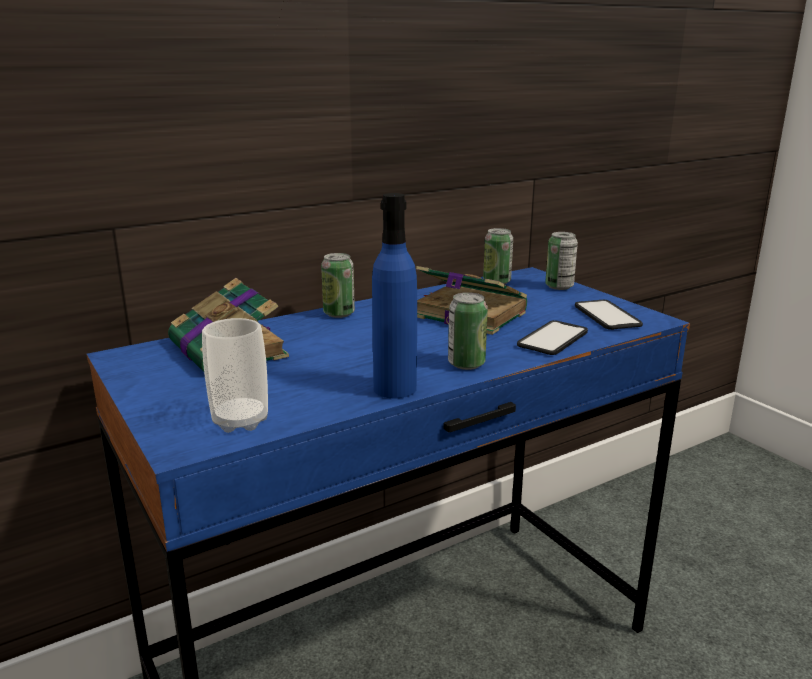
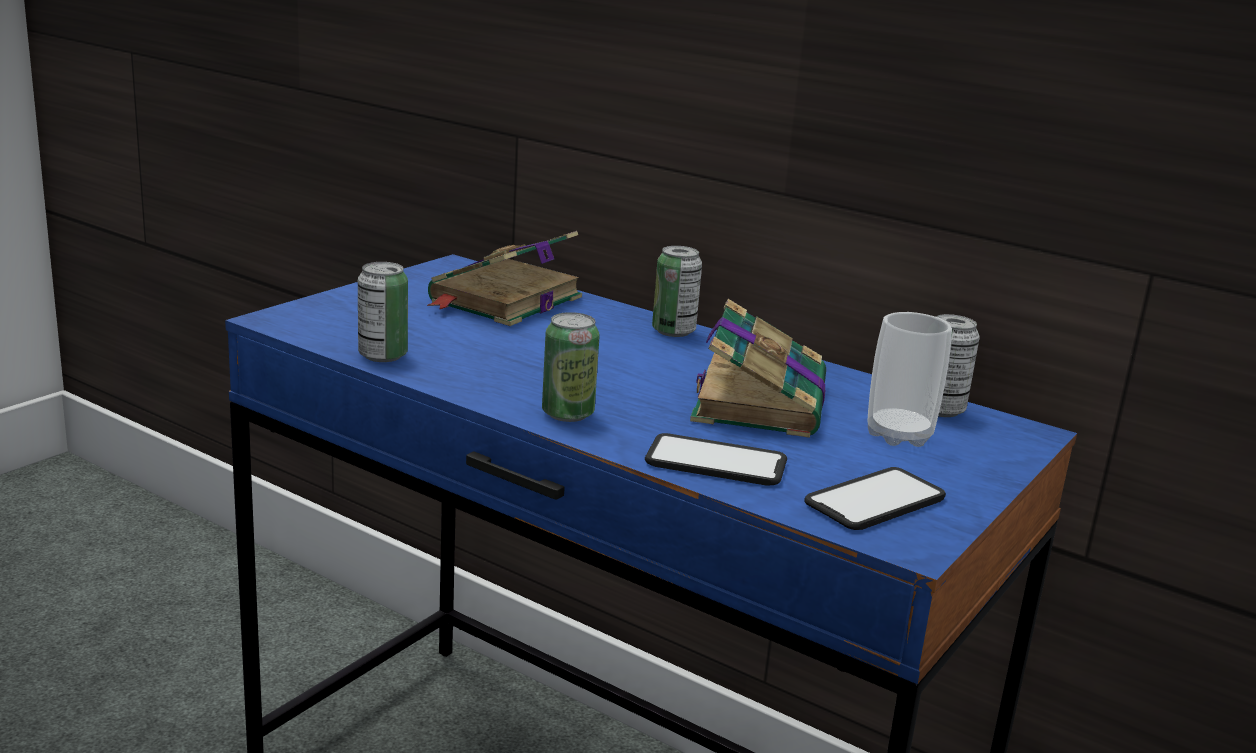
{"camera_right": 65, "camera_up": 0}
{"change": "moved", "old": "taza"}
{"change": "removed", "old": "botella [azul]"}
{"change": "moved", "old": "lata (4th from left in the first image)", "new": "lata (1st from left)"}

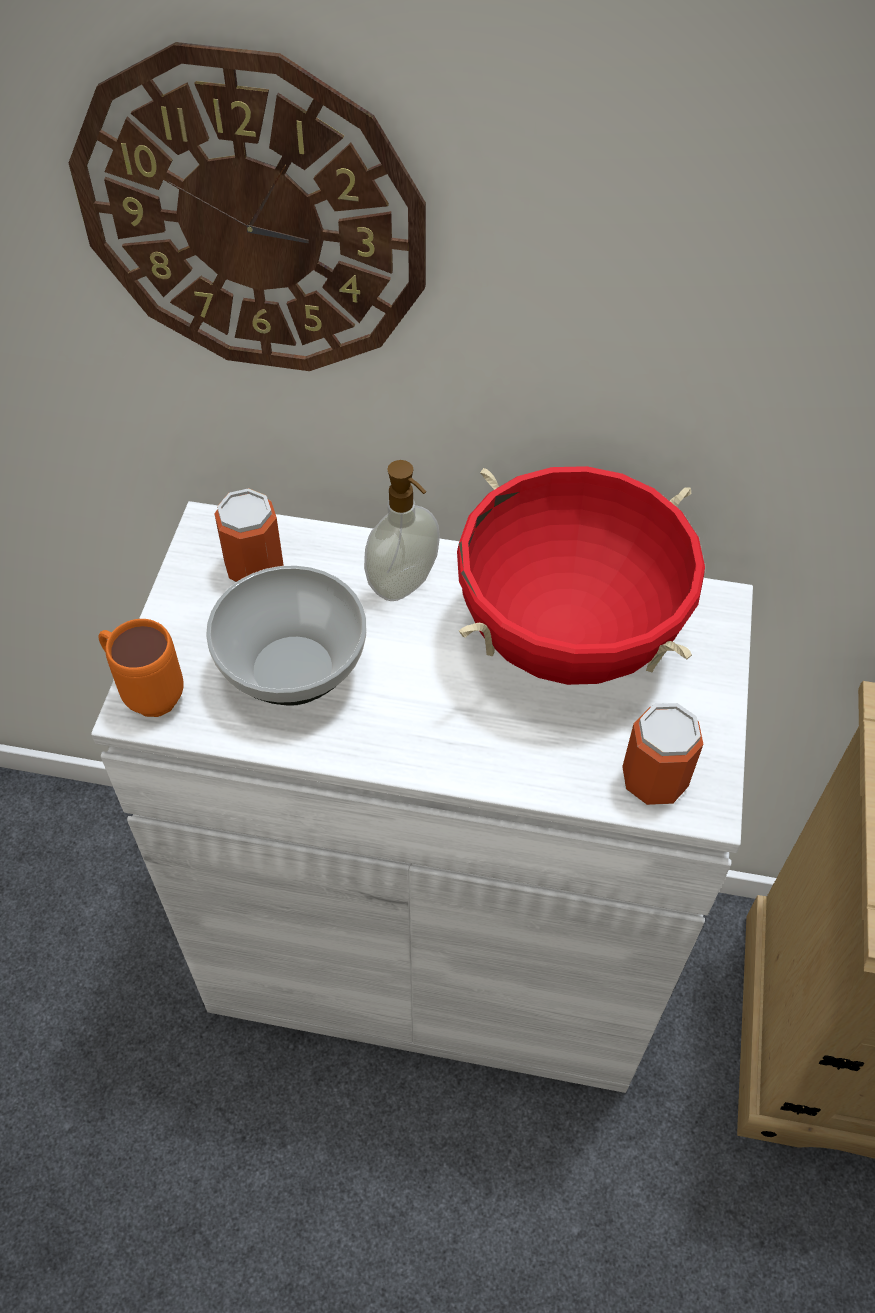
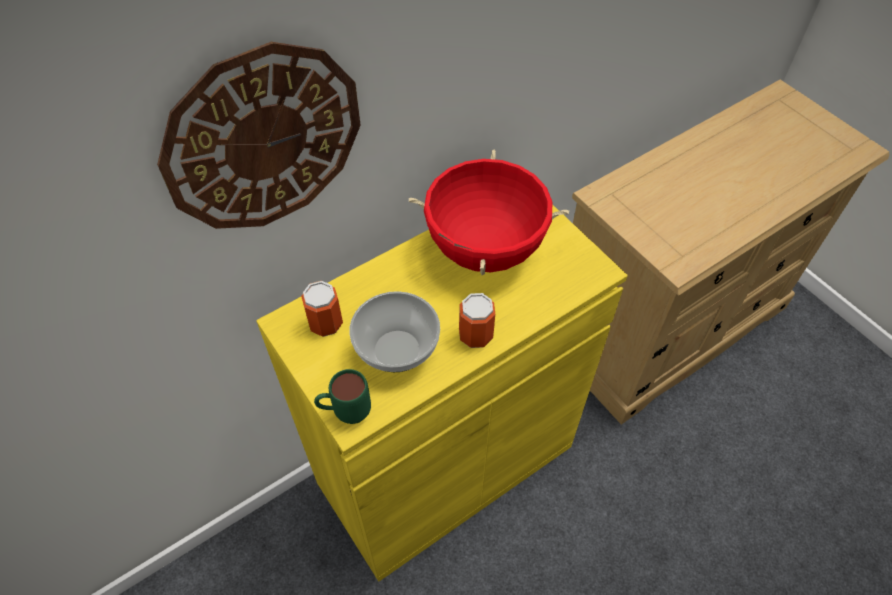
{"camera_right": -45, "camera_up": 0}
{"change": "recoloured", "old": "armario [blanco]", "new": "armario [amarillo]"}
{"change": "recoloured", "old": "taza grande [naranja]", "new": "taza grande [verde]"}
{"change": "removed", "old": "dispensador de jabón"}
{"change": "moved", "old": "lata (2nd from left)"}

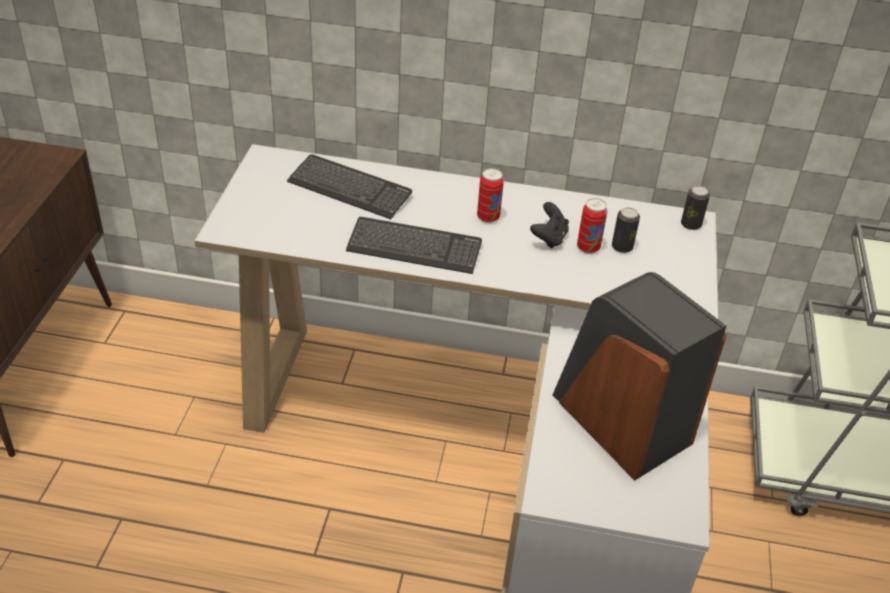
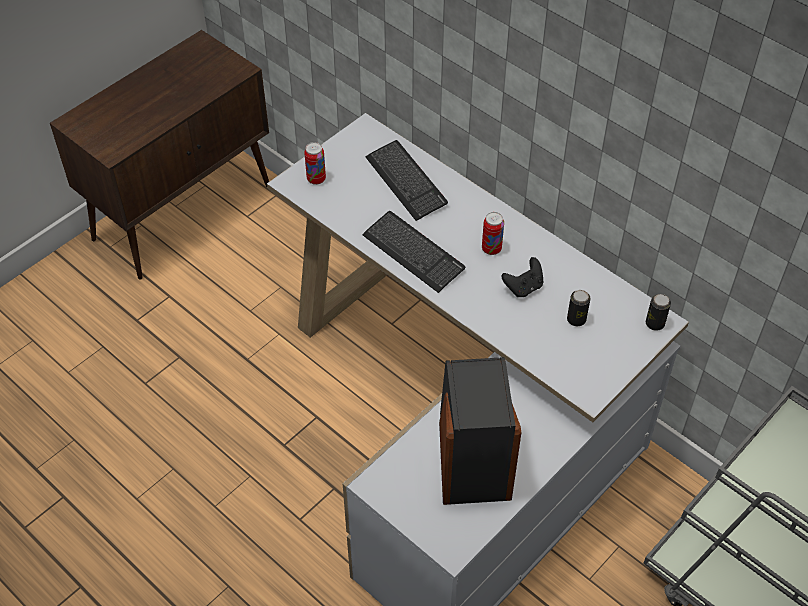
{"camera_right": 35, "camera_up": 10}
{"change": "moved", "old": "lata (2nd from left in the first image)", "new": "lata (1st from left)"}

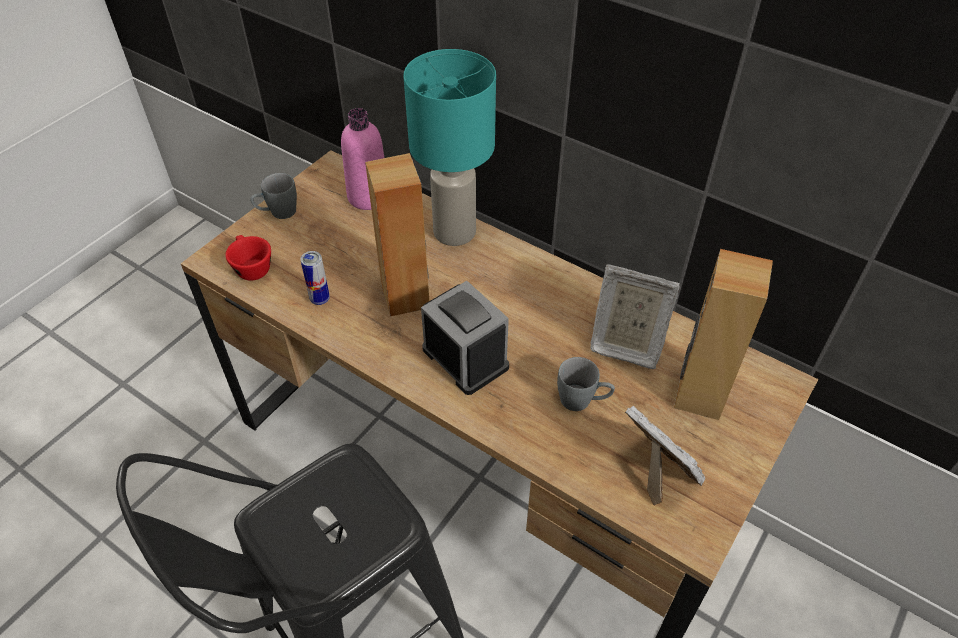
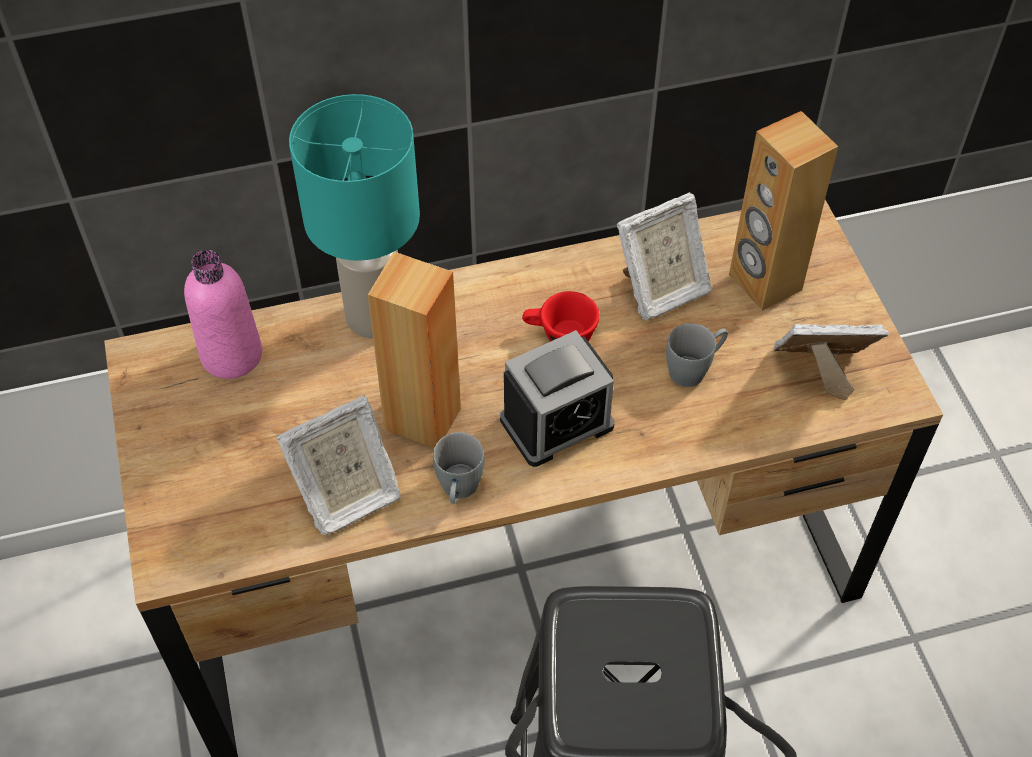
{"camera_right": -50, "camera_up": 5}
{"change": "moved", "old": "taza [rojo]"}
{"change": "moved", "old": "taza grande [gris] (1st from left)"}
{"change": "replaced", "old": "lata", "new": "portarretratos (1st from left)"}
{"change": "turned", "old": "despertador", "degrees": 150}

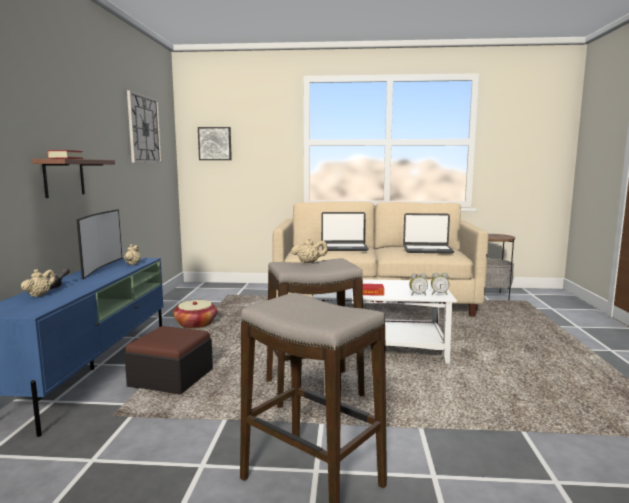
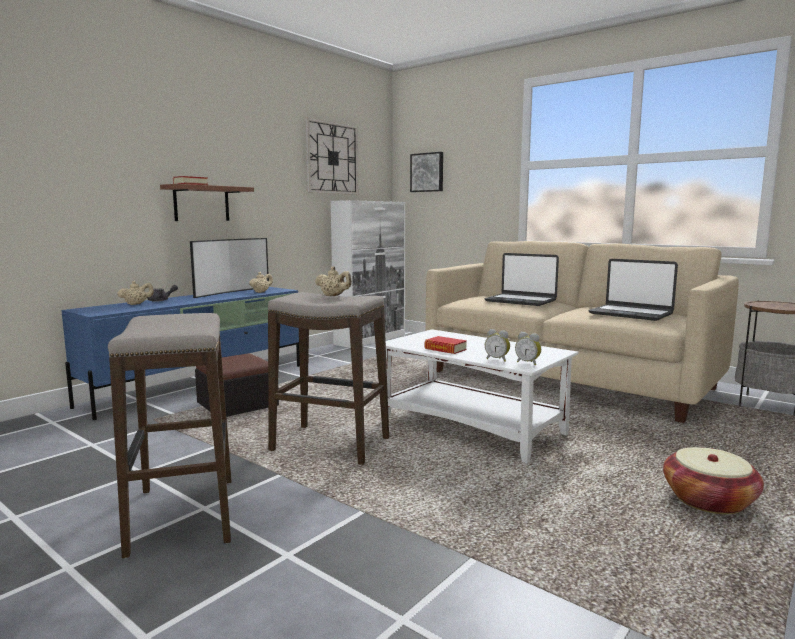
{"camera_right": 35, "camera_up": 0}
{"change": "moved", "old": "cesta"}
{"change": "added", "new": "armario [blanco]"}

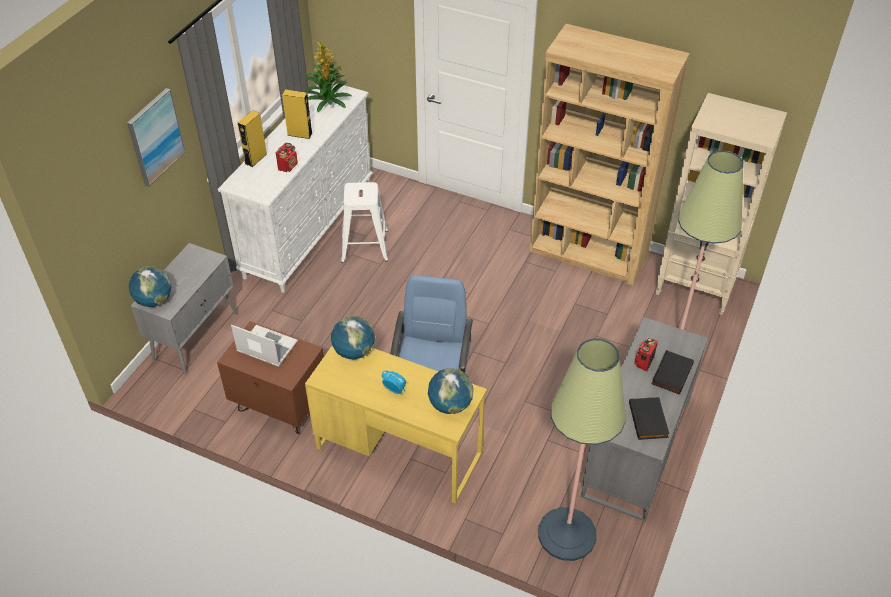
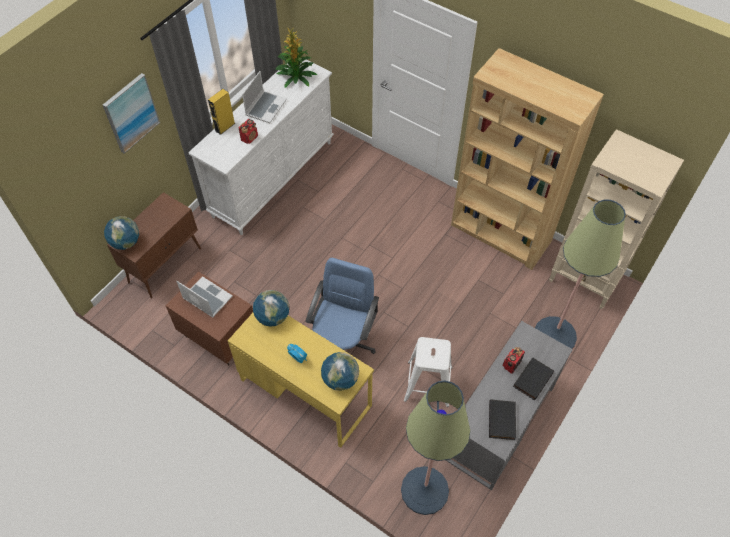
{"camera_right": 10, "camera_up": 10}
{"change": "recoloured", "old": "armario [gris]", "new": "armario [marrón]"}
{"change": "replaced", "old": "altavoz [amarillo] (2nd from left)", "new": "portátil (2nd from left)"}
{"change": "moved", "old": "taburete [blanco]"}

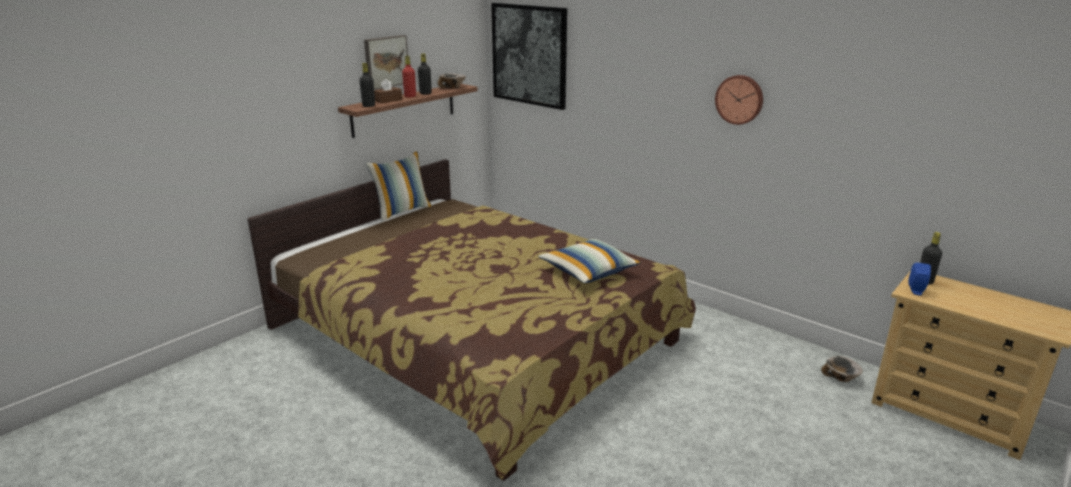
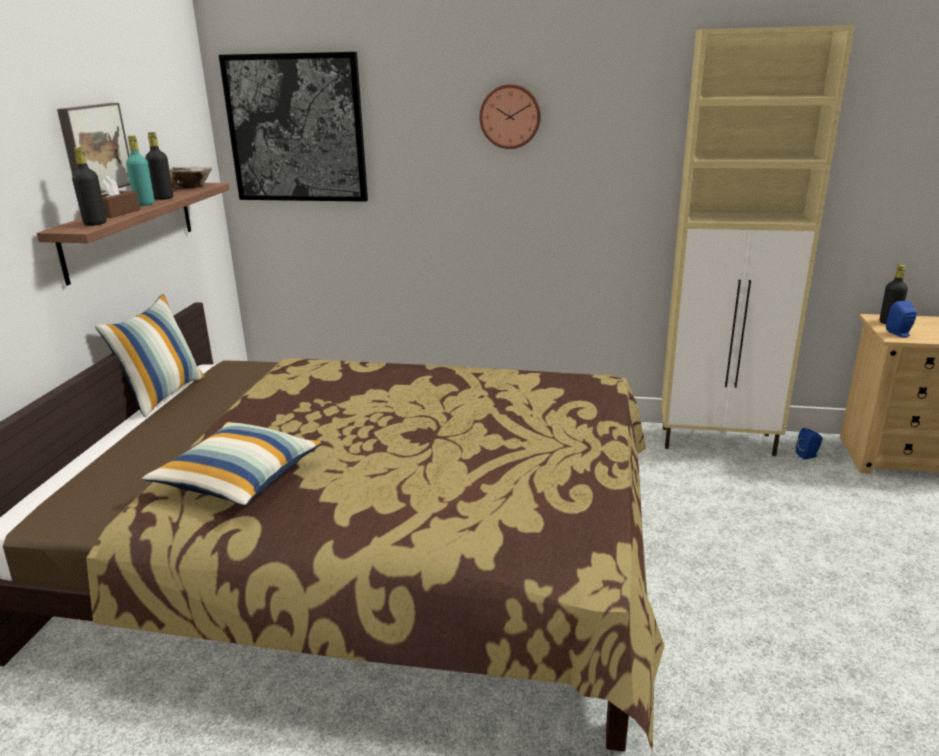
{"camera_right": -30, "camera_up": 0}
{"change": "recoloured", "old": "botella [rojo]", "new": "botella [turquesa]"}
{"change": "moved", "old": "cojín (2nd from left)"}
{"change": "moved", "old": "reloj de pared"}
{"change": "replaced", "old": "cuenco (2nd from left)", "new": "altavoz [azul] (1st from left)"}
{"change": "added", "new": "armario [beis]"}

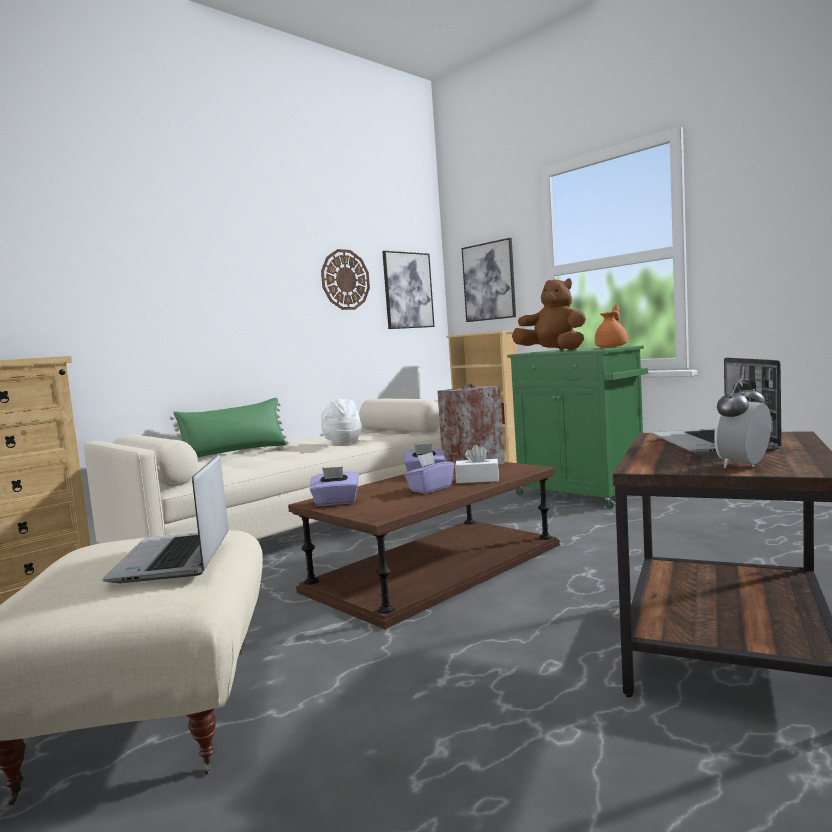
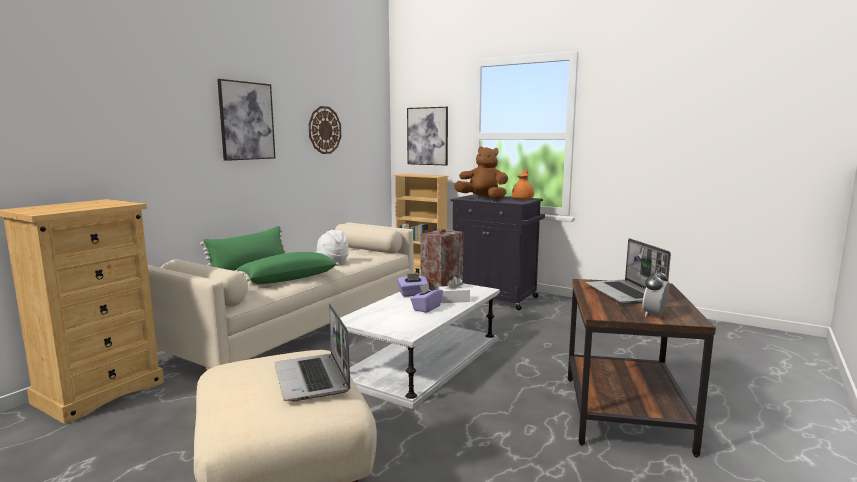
{"camera_right": -15, "camera_up": 5}
{"change": "recoloured", "old": "mesa de centro [marrón]", "new": "mesa de centro [blanco]"}
{"change": "removed", "old": "caja de pañuelos [morado] (1st from left)"}
{"change": "moved", "old": "cuadro (1st from left)"}
{"change": "recoloured", "old": "armario [verde]", "new": "armario [negro]"}
{"change": "added", "new": "cojín [verde] (2nd from left)"}

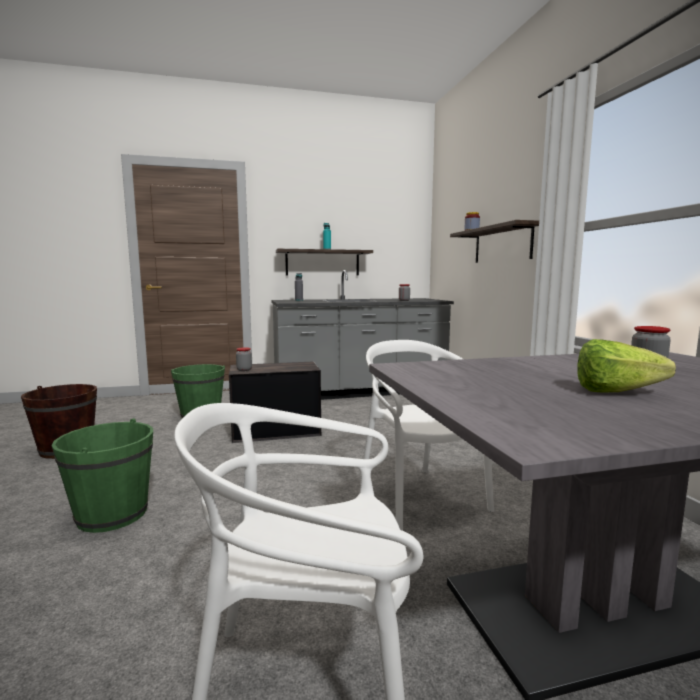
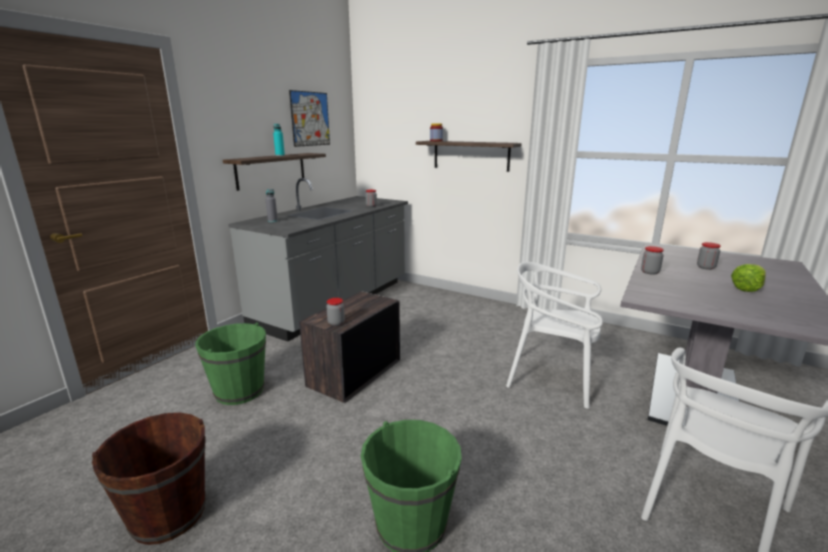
{"camera_right": -45, "camera_up": 10}
{"change": "added", "new": "cuadro"}
{"change": "added", "new": "tarro (4th from left)"}

